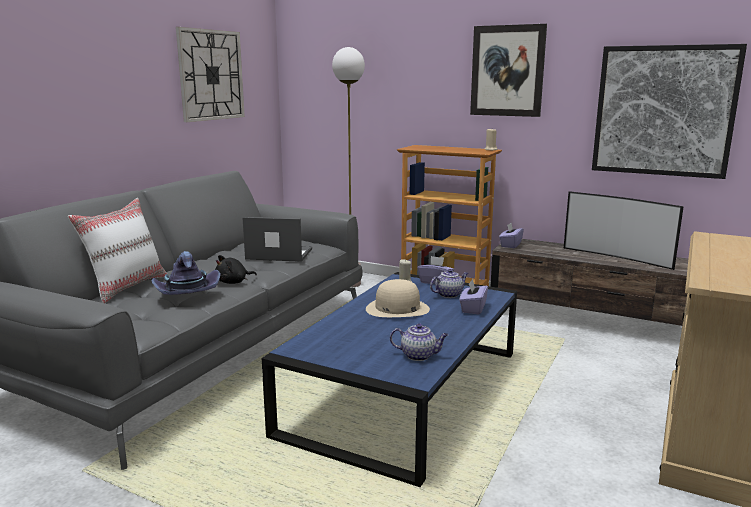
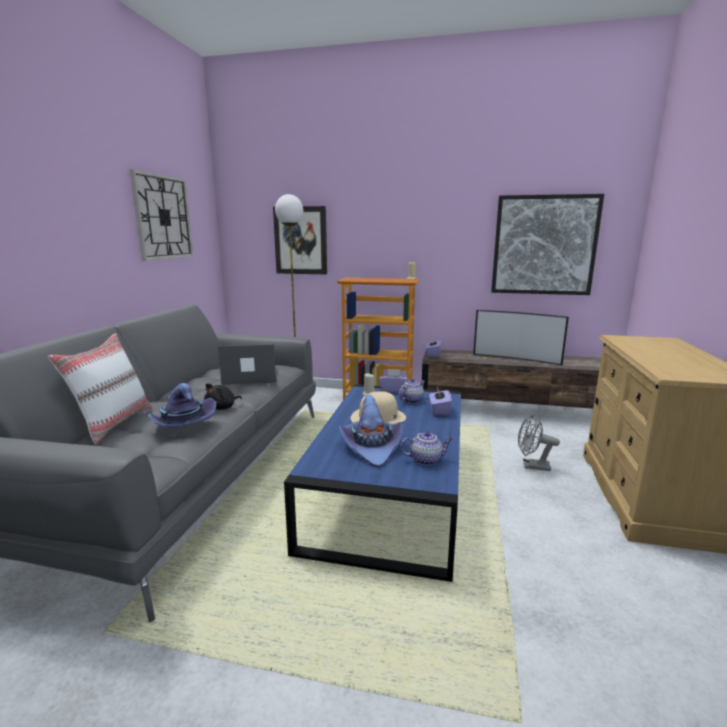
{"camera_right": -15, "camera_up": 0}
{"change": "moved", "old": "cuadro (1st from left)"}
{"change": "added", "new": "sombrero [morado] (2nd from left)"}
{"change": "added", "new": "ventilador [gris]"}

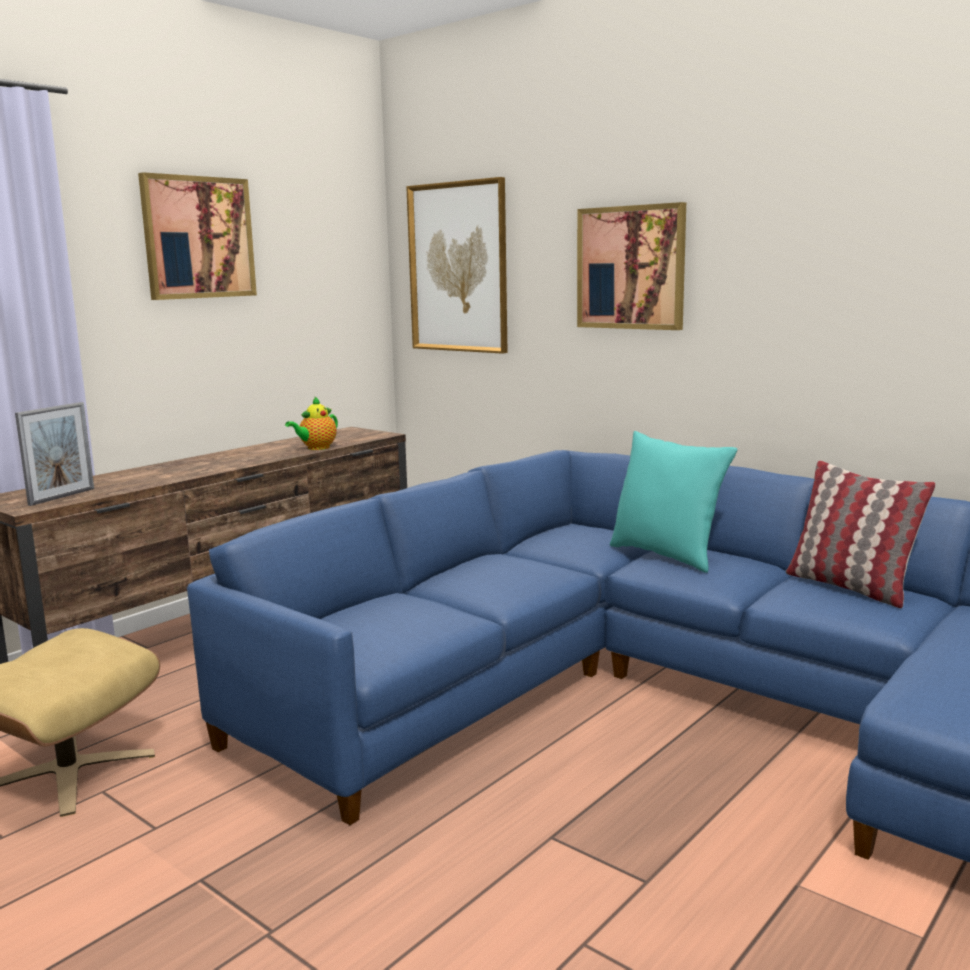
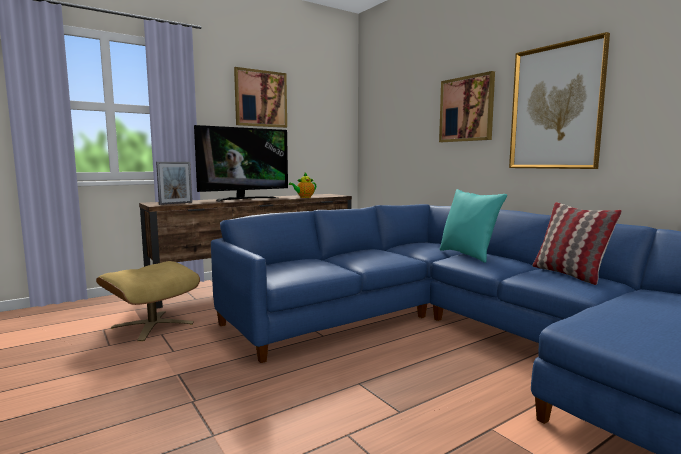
{"camera_right": 15, "camera_up": -5}
{"change": "moved", "old": "cuadro (2nd from left in the first image)", "new": "cuadro (3rd from left)"}
{"change": "added", "new": "televisor"}

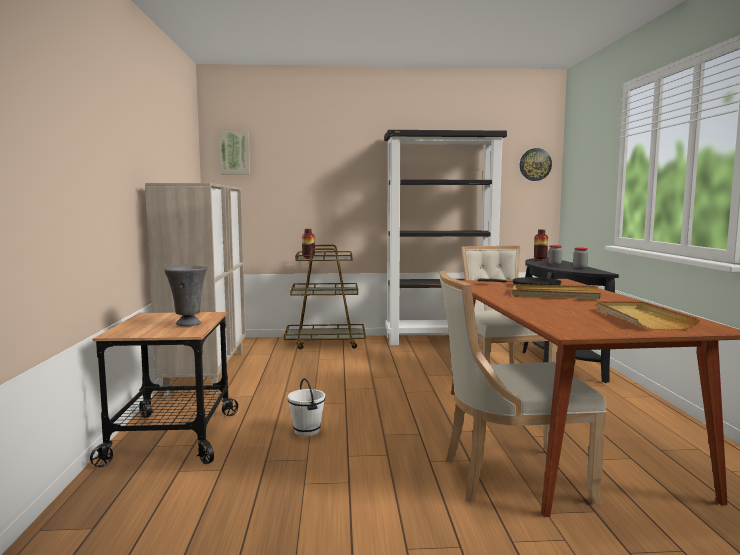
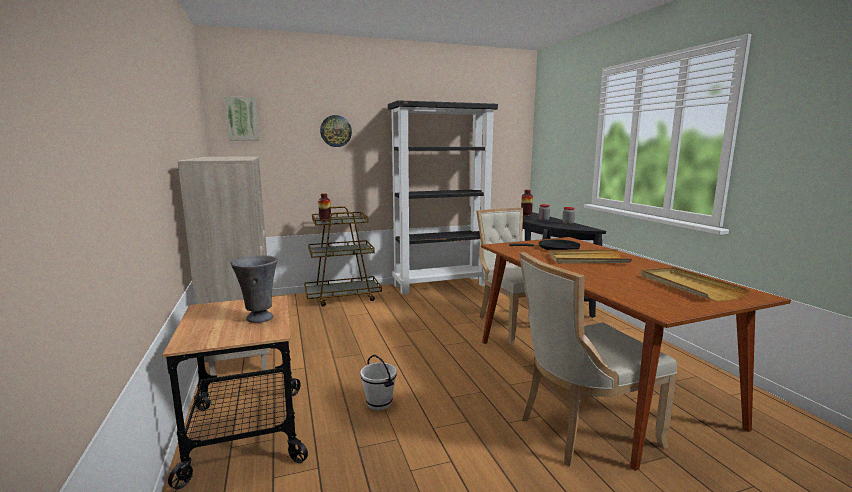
{"camera_right": -15, "camera_up": 5}
{"change": "moved", "old": "reloj de pared"}

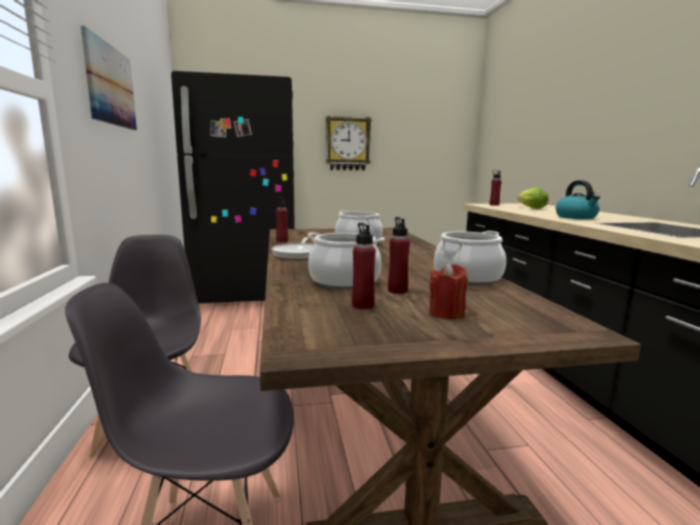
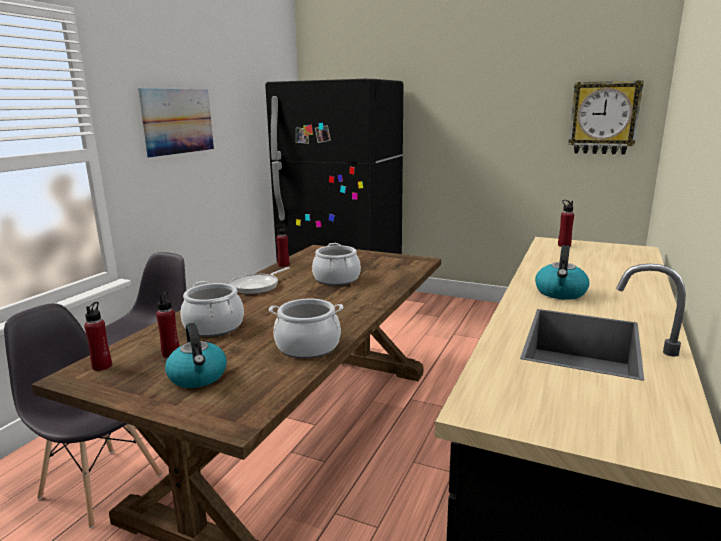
{"camera_right": 35, "camera_up": 5}
{"change": "moved", "old": "reloj de pared"}
{"change": "moved", "old": "botella [rojo] (3rd from left in the first image)", "new": "botella [rojo] (1st from left)"}
{"change": "replaced", "old": "vela [rojo]", "new": "hervidor (1st from left)"}
{"change": "removed", "old": "lechuga"}

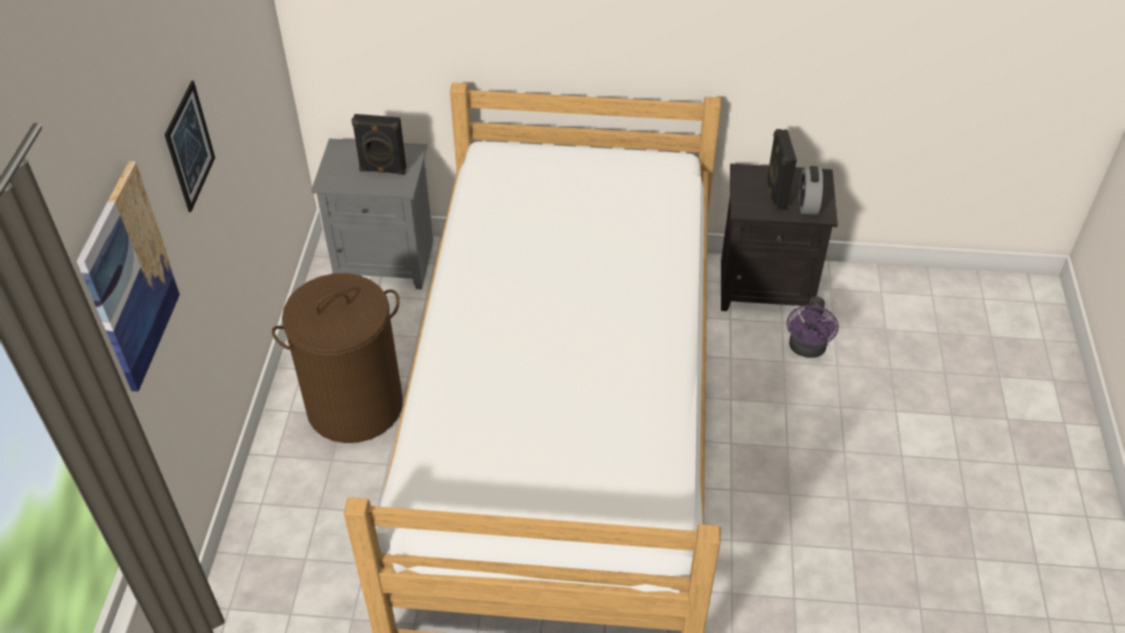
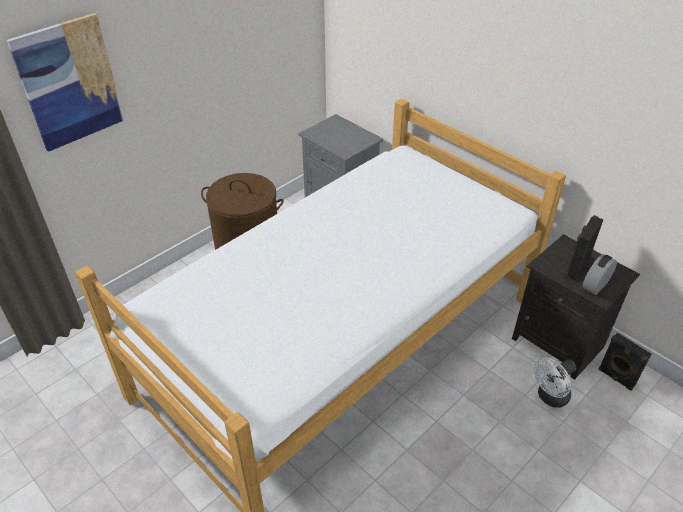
{"camera_right": 40, "camera_up": -5}
{"change": "removed", "old": "cuadro (2nd from left)"}
{"change": "moved", "old": "altavoz [negro] (1st from left in the first image)", "new": "altavoz [negro] (2nd from left)"}
{"change": "recoloured", "old": "ventilador [morado]", "new": "ventilador [blanco]"}

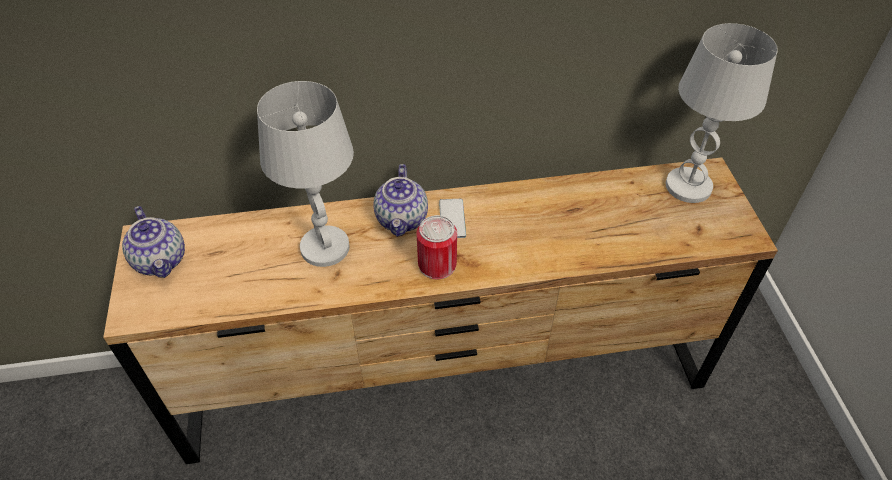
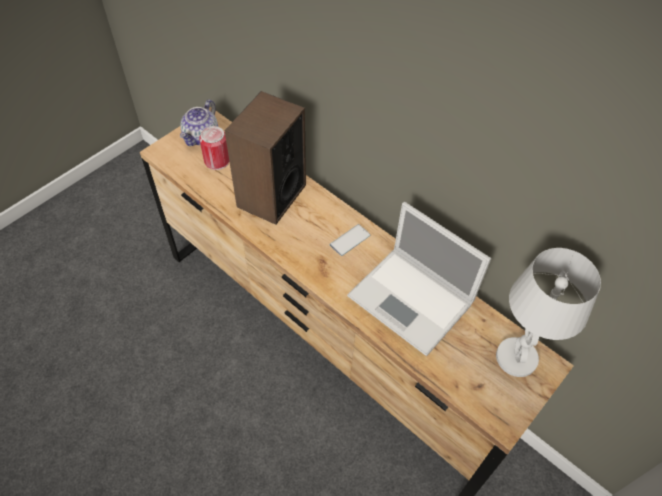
{"camera_right": 50, "camera_up": 5}
{"change": "replaced", "old": "lámpara de mesa [blanco] (1st from left)", "new": "altavoz"}
{"change": "removed", "old": "tetera (2nd from left)"}
{"change": "moved", "old": "lata"}
{"change": "added", "new": "portátil"}

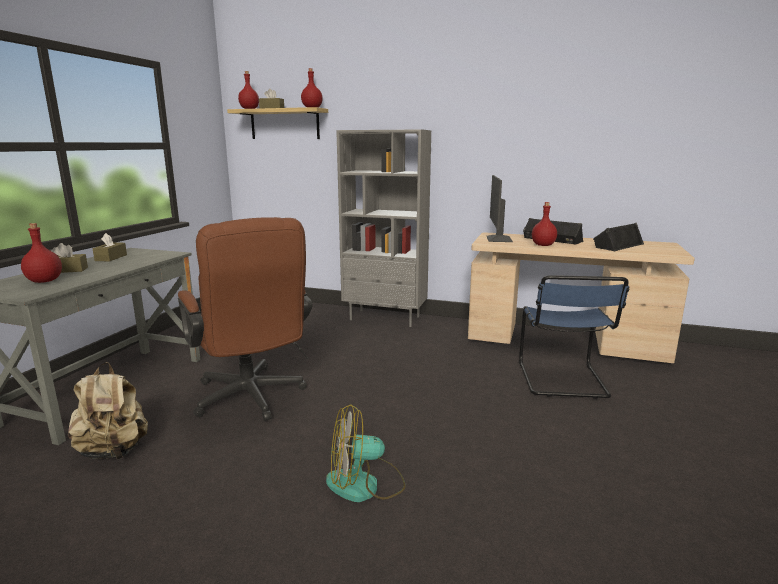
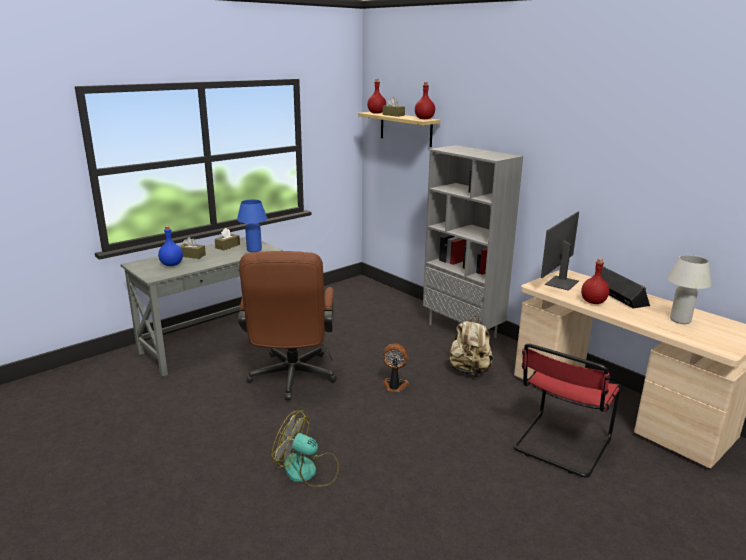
{"camera_right": 30, "camera_up": 5}
{"change": "recoloured", "old": "botella [rojo] (1st from left)", "new": "botella [azul]"}
{"change": "moved", "old": "mochila [beis]"}
{"change": "recoloured", "old": "silla [azul]", "new": "silla [rojo]"}
{"change": "replaced", "old": "altavoz [negro] (2nd from left)", "new": "lámpara de mesa [blanco]"}
{"change": "added", "new": "lámpara de mesa [azul]"}
{"change": "added", "new": "ventilador (2nd from left)"}

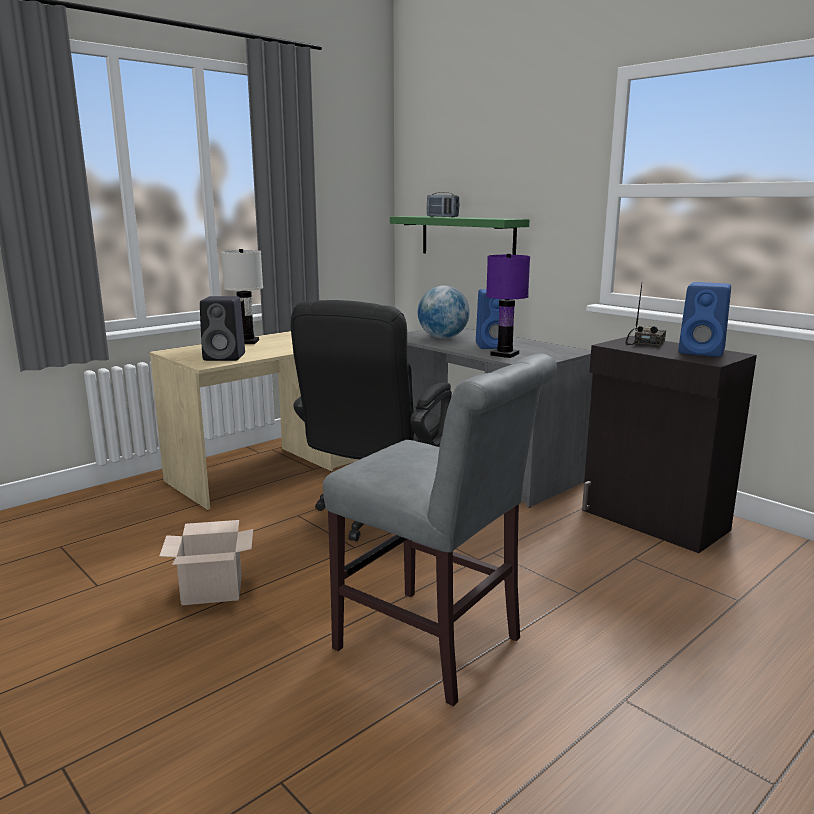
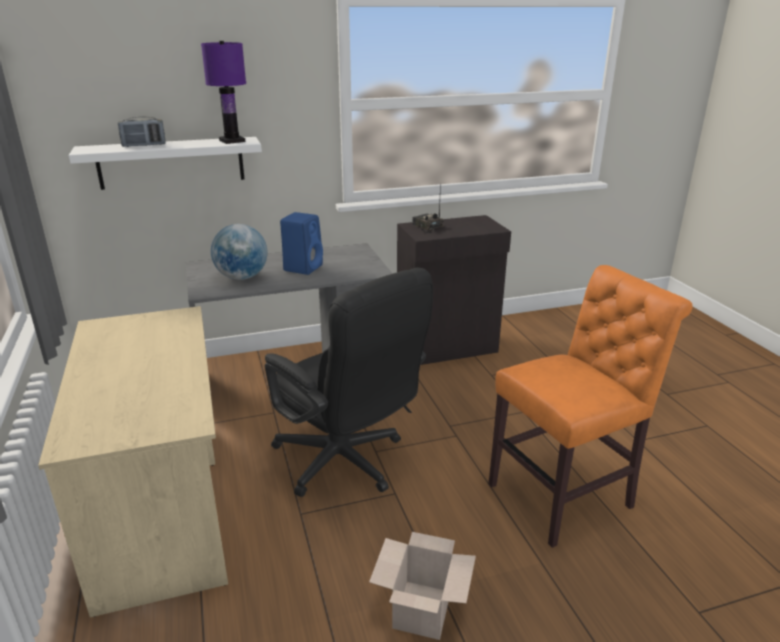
{"camera_right": -65, "camera_up": 10}
{"change": "removed", "old": "altavoz [negro]"}
{"change": "removed", "old": "lámpara de mesa [blanco]"}
{"change": "recoloured", "old": "silla [gris]", "new": "silla [naranja]"}
{"change": "recoloured", "old": "estante [verde]", "new": "estante [blanco]"}
{"change": "moved", "old": "lámpara de mesa [morado]"}
{"change": "removed", "old": "altavoz [azul] (2nd from left)"}

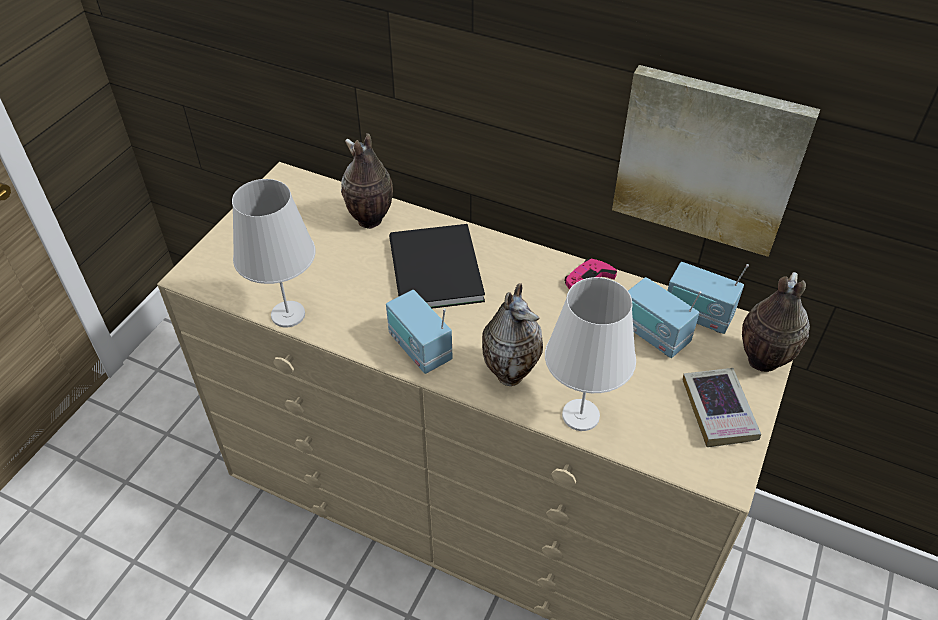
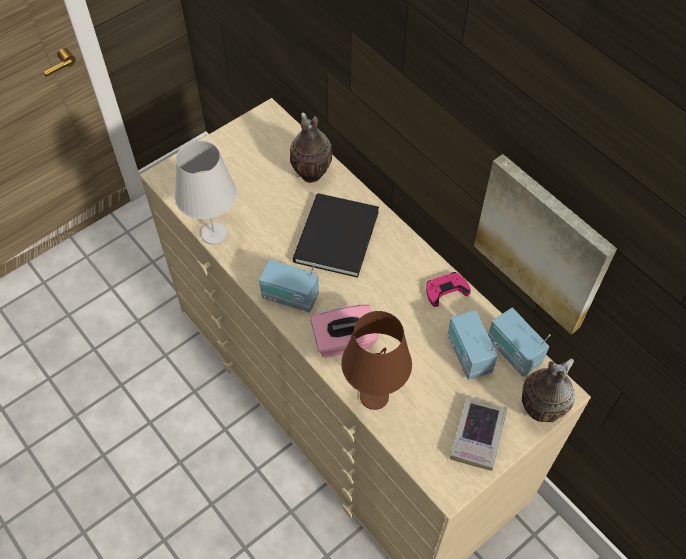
{"camera_right": 25, "camera_up": 10}
{"change": "turned", "old": "radio (1st from left)", "degrees": -60}
{"change": "replaced", "old": "florero (2nd from left)", "new": "caja de pañuelos [rosa]"}
{"change": "recoloured", "old": "lámpara de mesa [blanco] (2nd from left)", "new": "lámpara de mesa [marrón]"}

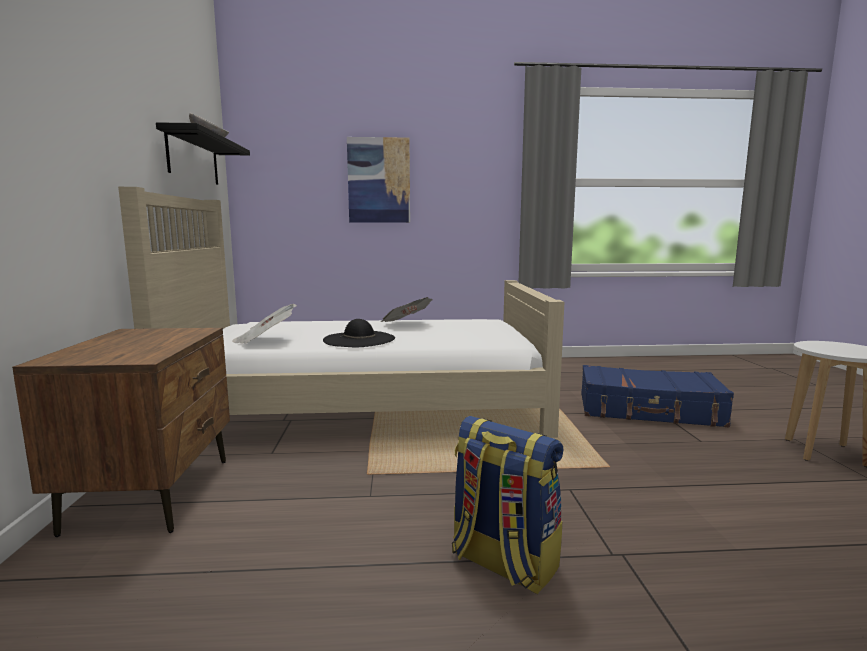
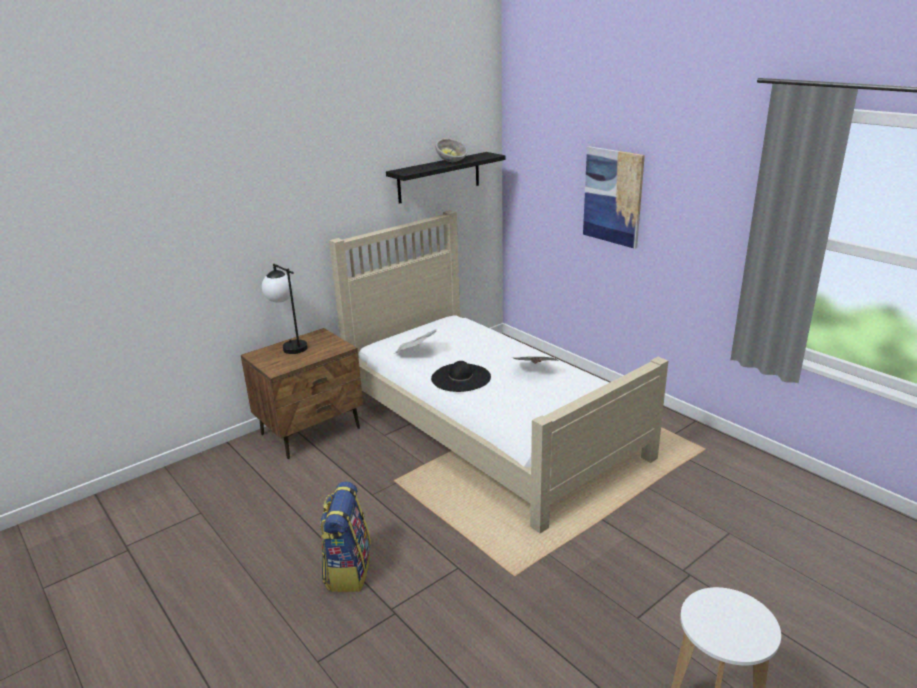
{"camera_right": 55, "camera_up": 15}
{"change": "removed", "old": "maleta [azul]"}
{"change": "added", "new": "lámpara de mesa"}

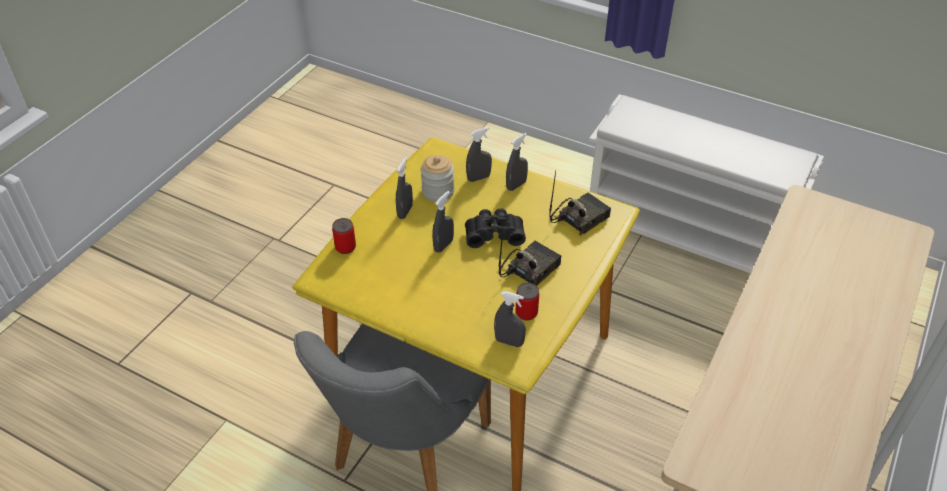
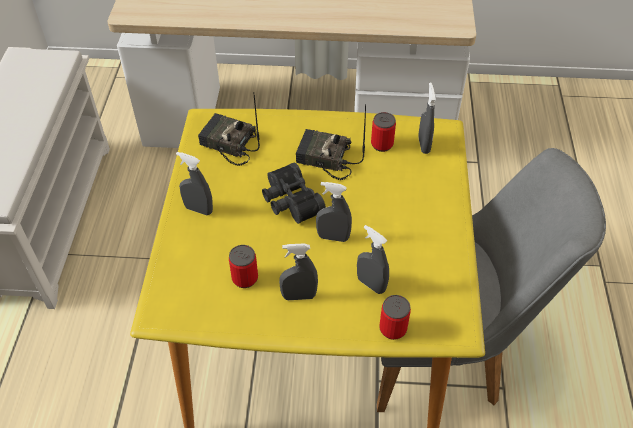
{"camera_right": -115, "camera_up": 5}
{"change": "replaced", "old": "tarro", "new": "lata (1st from left)"}
{"change": "moved", "old": "pulverizador [gris] (3rd from left in the first image)", "new": "pulverizador [gris] (4th from left)"}

